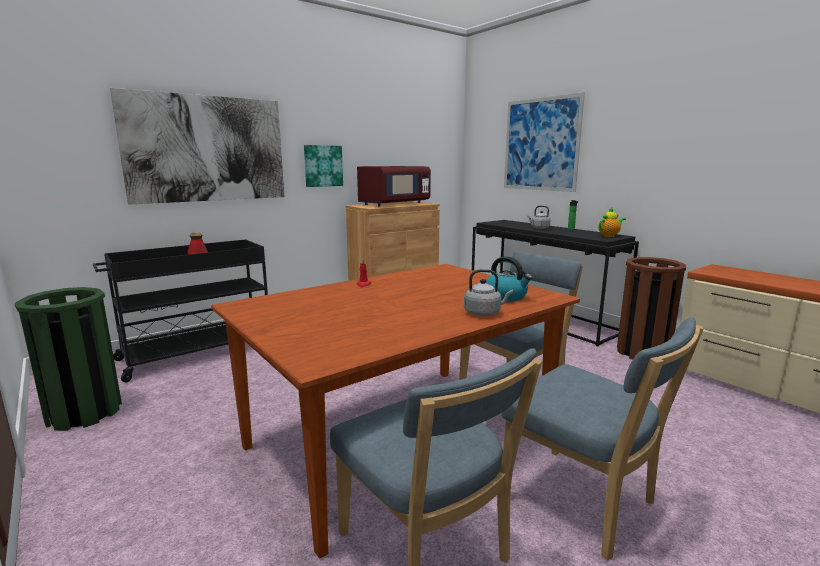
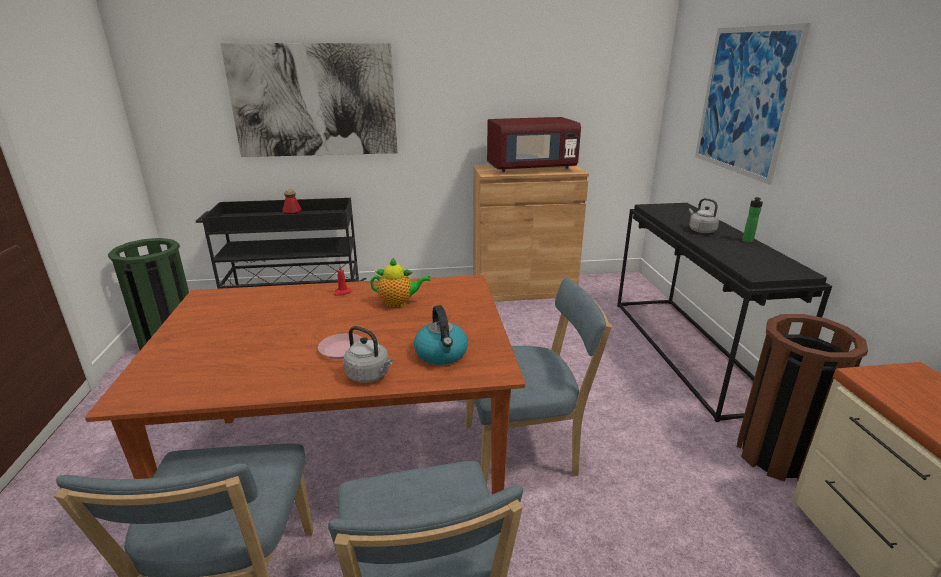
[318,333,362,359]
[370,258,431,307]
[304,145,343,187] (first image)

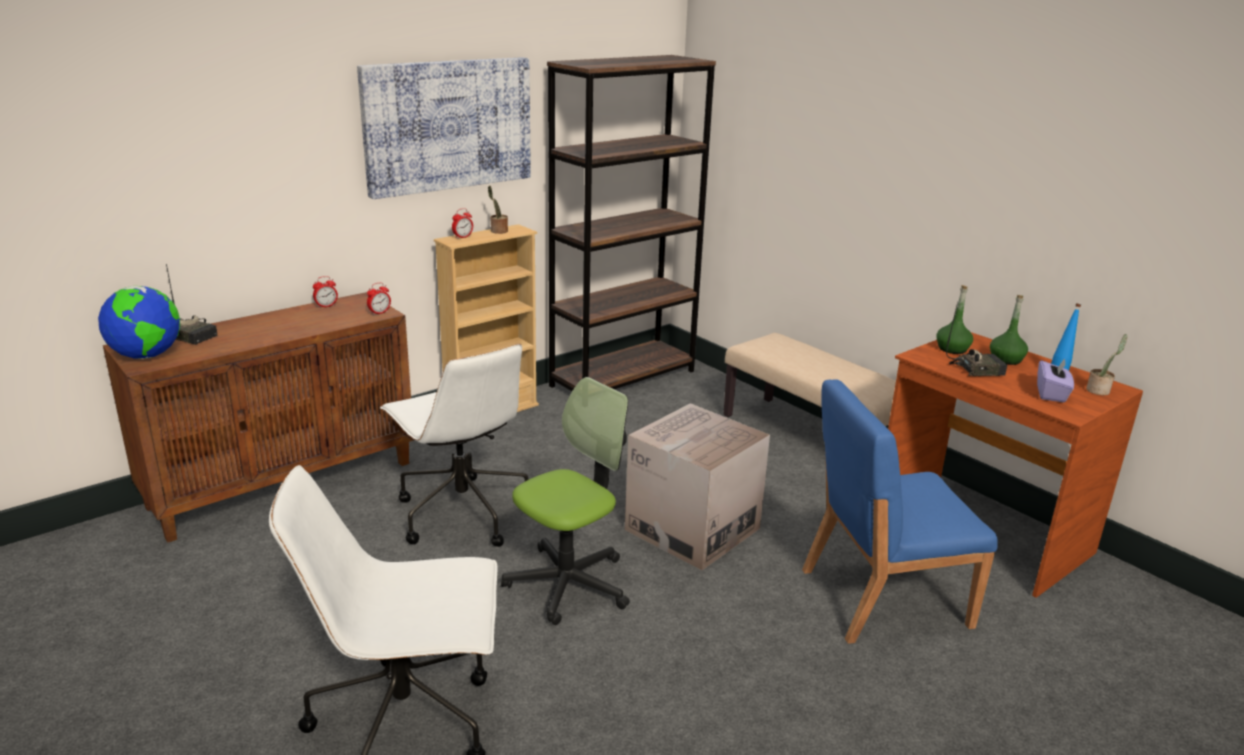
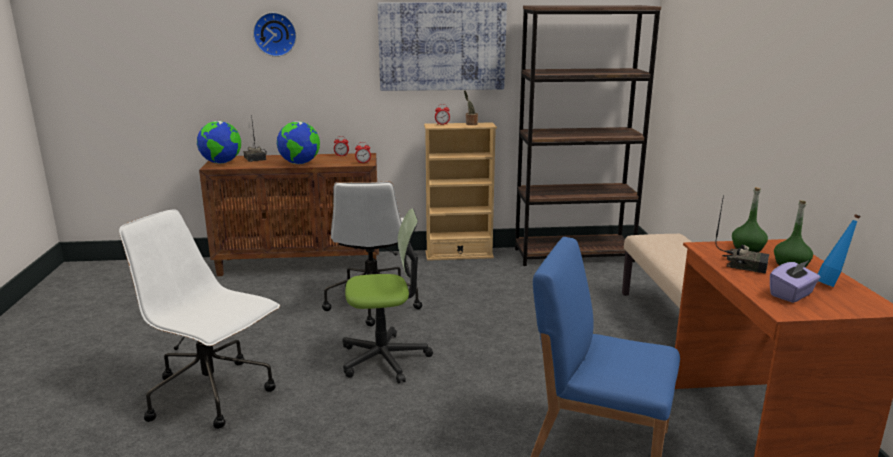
[253,12,297,57]
[277,121,320,164]
[625,403,770,570] (first image)
[1086,334,1127,395] (first image)

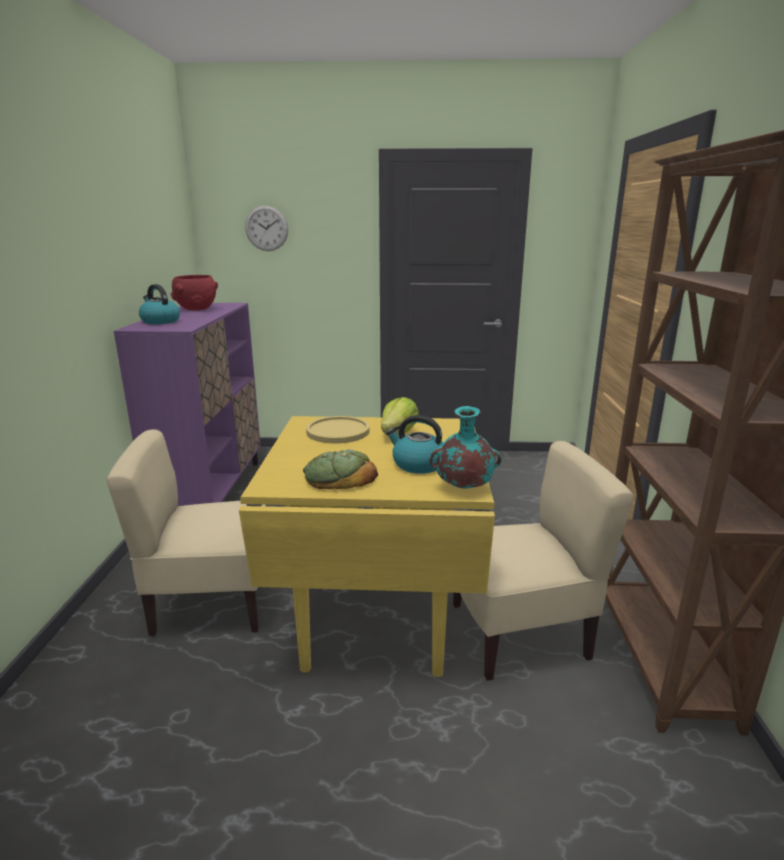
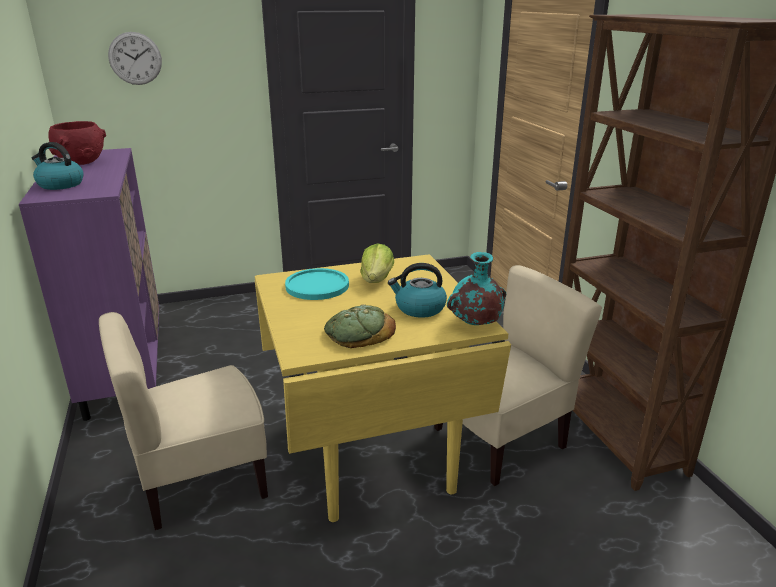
[285,268,349,300]

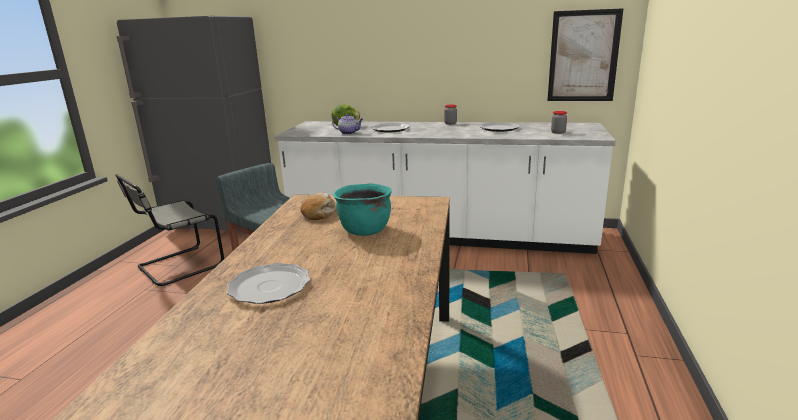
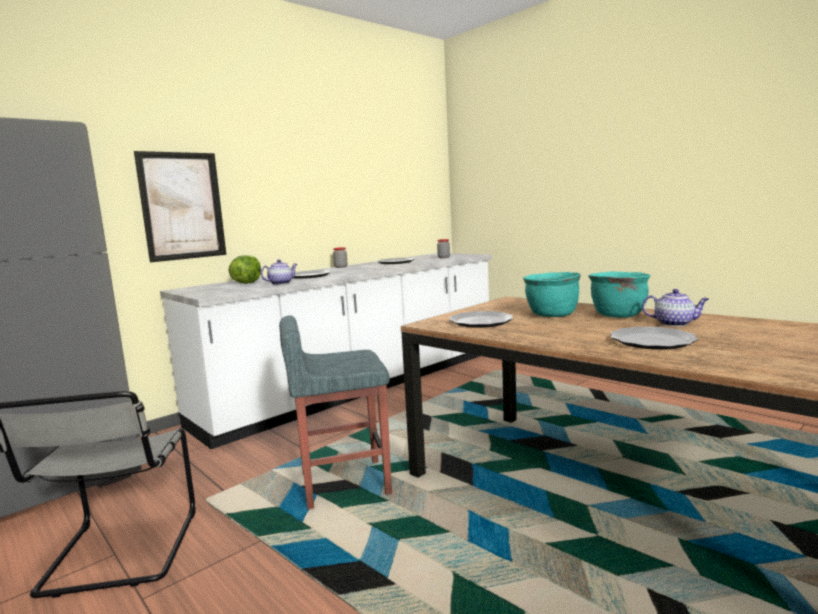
[134,151,226,262]
[449,311,513,328]
[588,272,651,318]
[642,289,709,327]

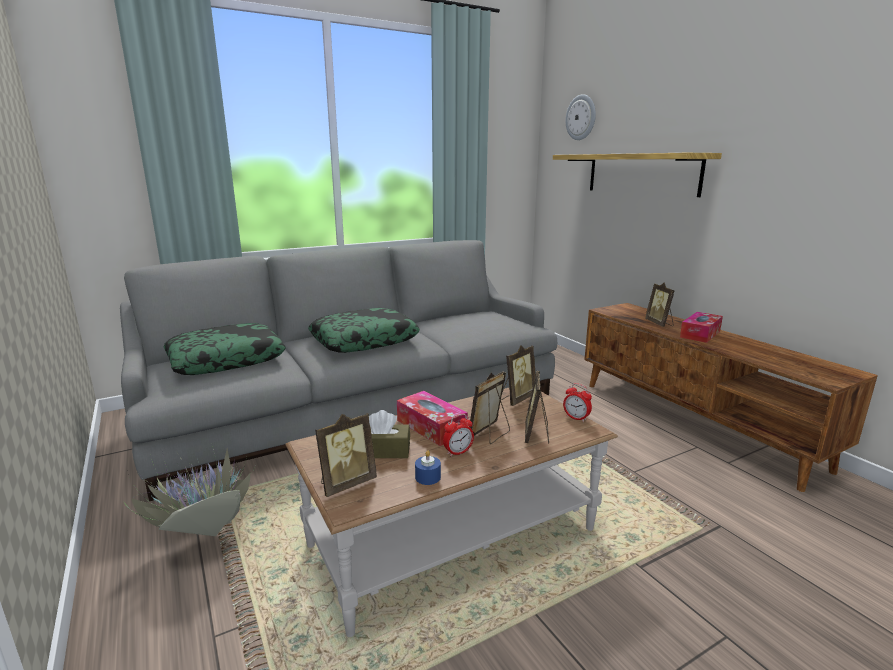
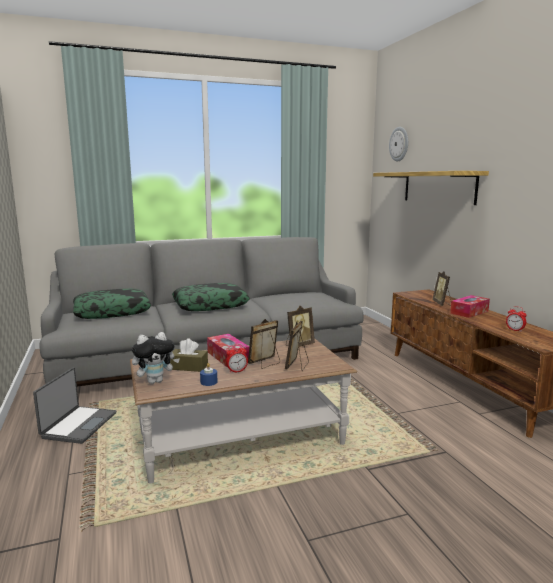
[33,368,116,444]
[132,332,180,384]
[506,306,527,332]

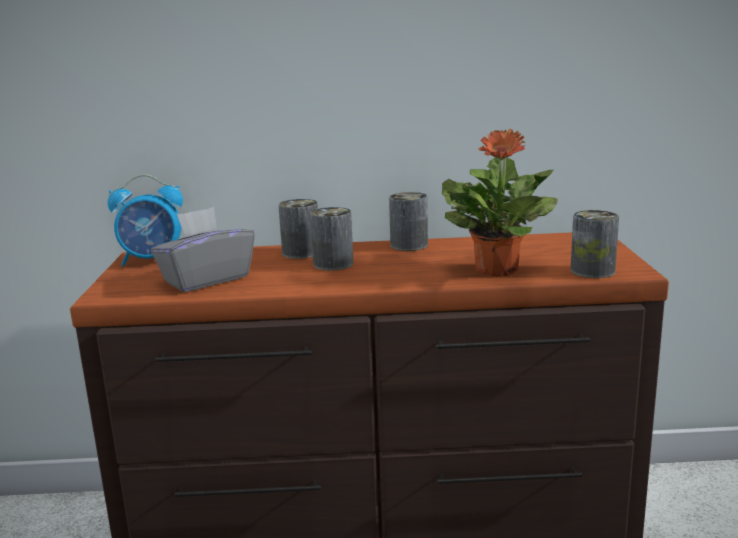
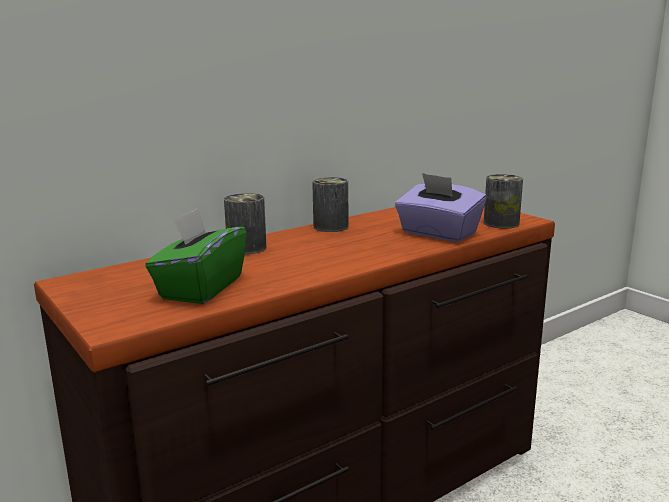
[145,208,247,304]
[395,173,486,242]
[108,174,183,267] (first image)
[310,207,354,271] (first image)

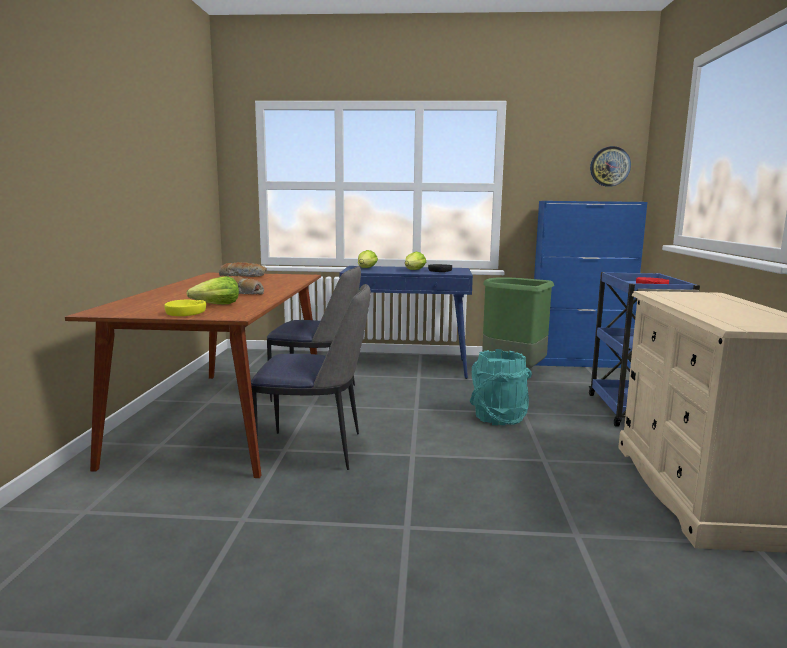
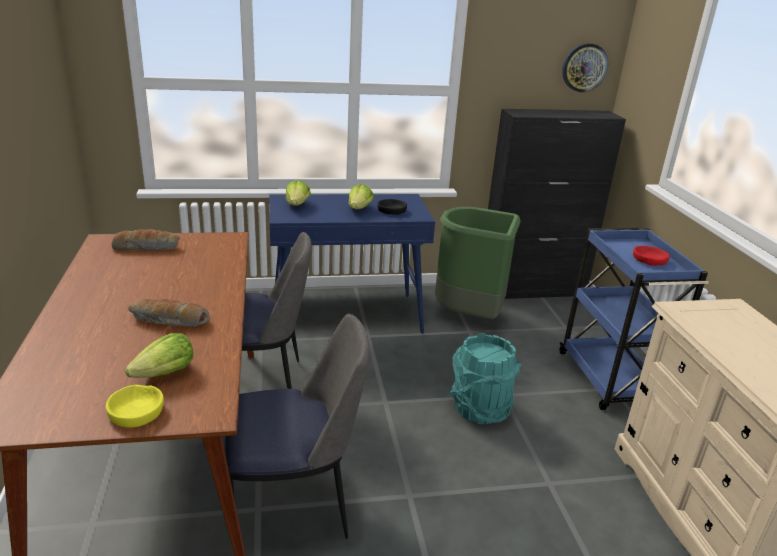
[488,109,626,299]

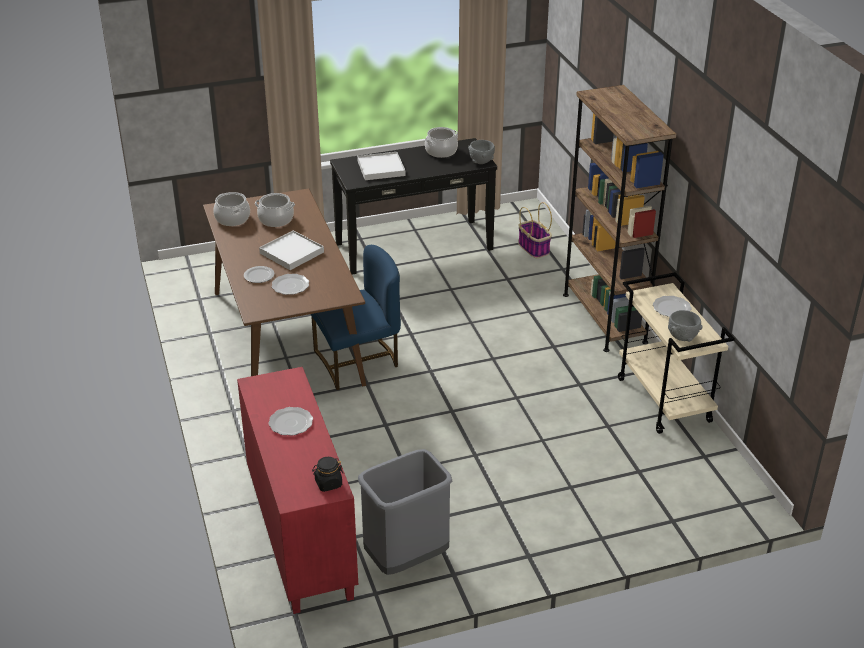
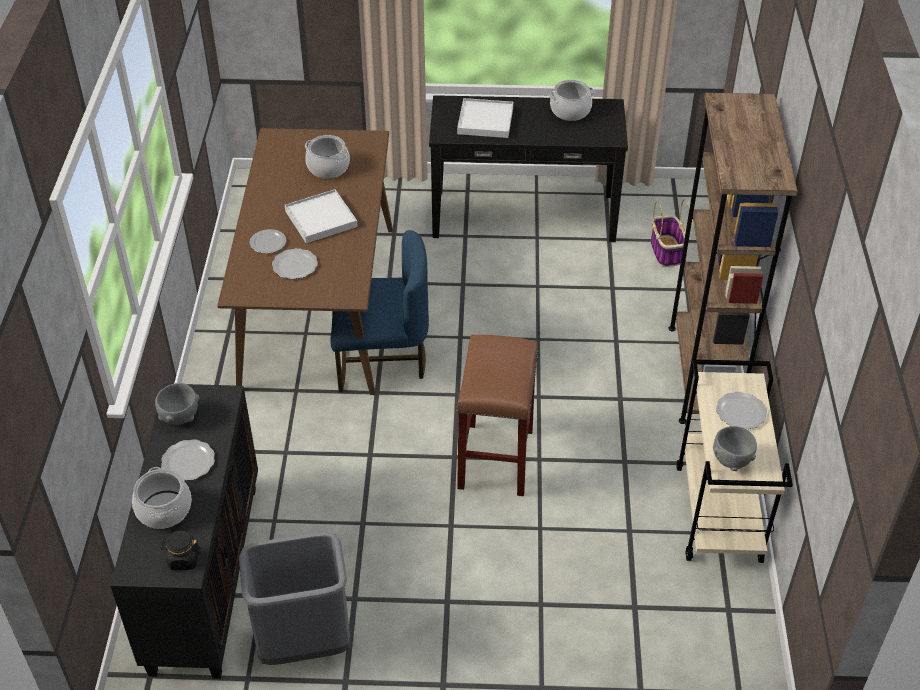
[110,384,258,679]
[132,467,192,529]
[155,383,200,425]
[456,335,538,496]

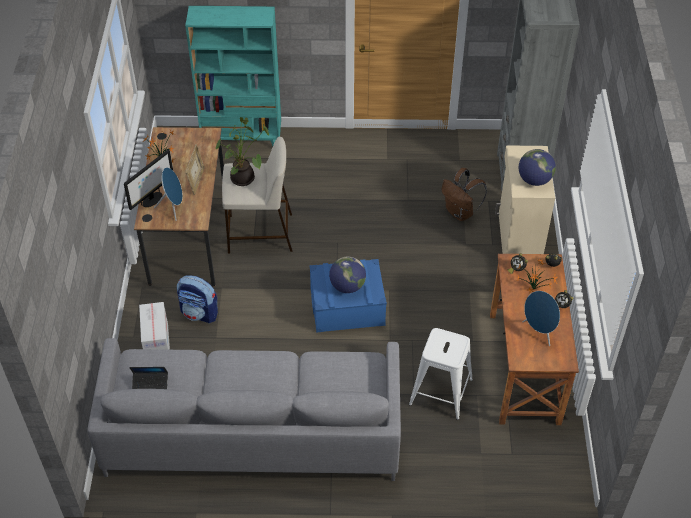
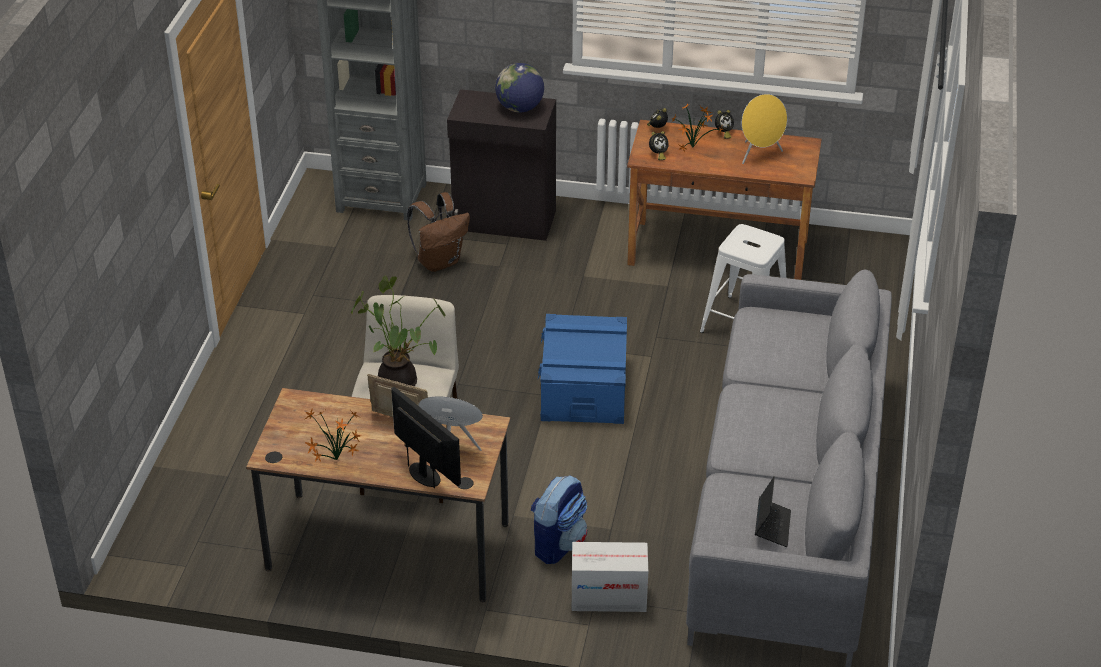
[447,89,556,241]
[742,94,787,164]
[185,6,281,146] (first image)
[329,257,366,293] (first image)

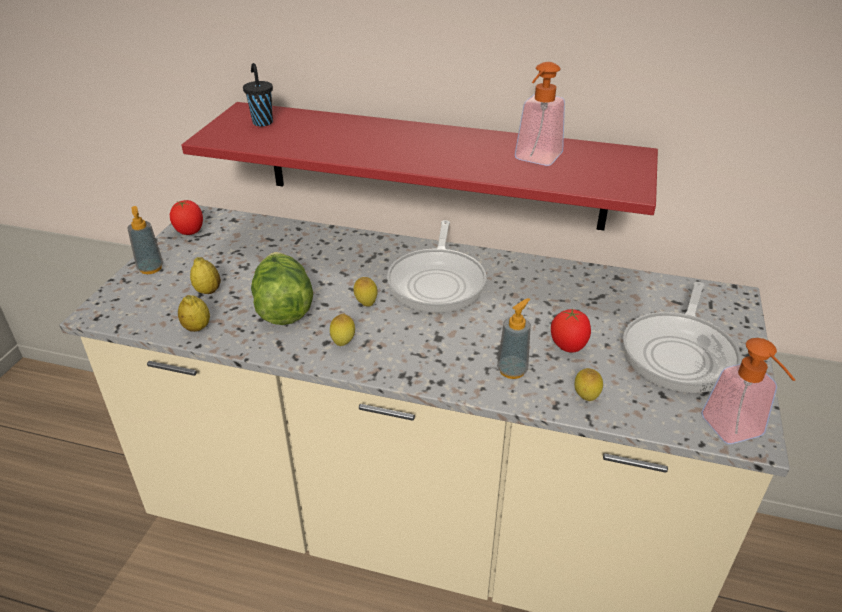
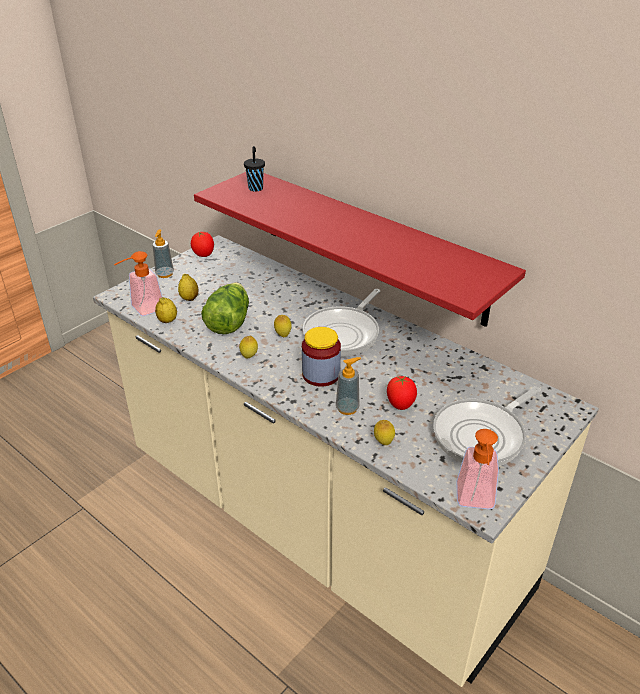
[114,251,162,316]
[302,327,341,387]

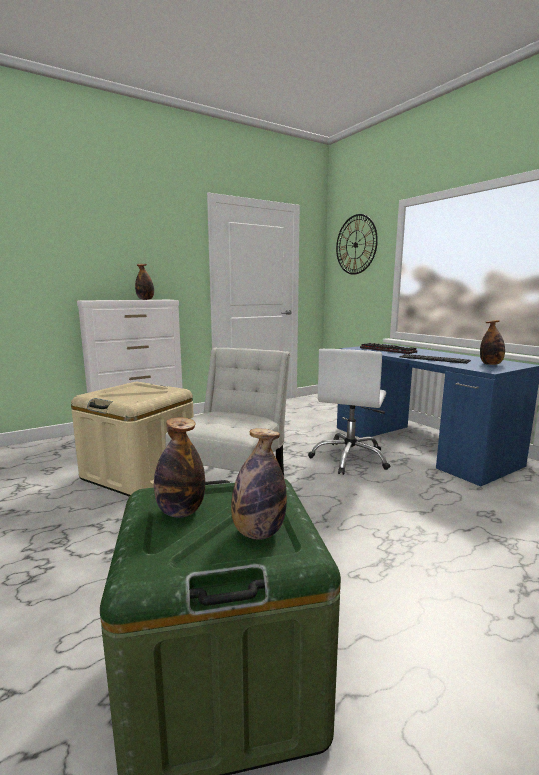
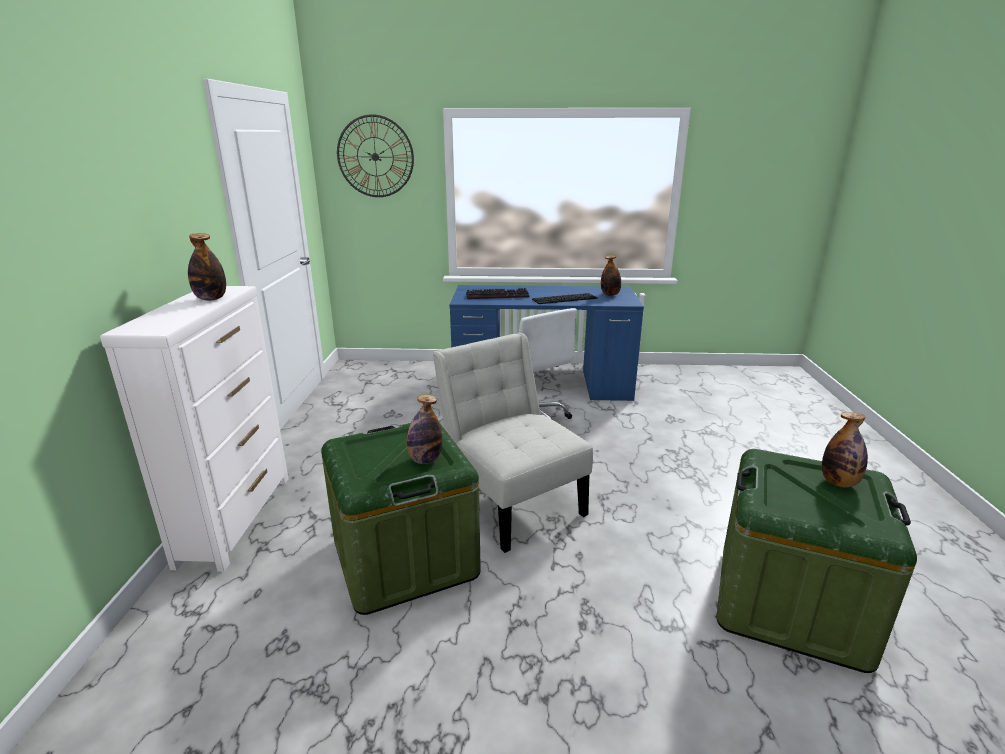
[321,423,481,615]
[407,394,442,464]

